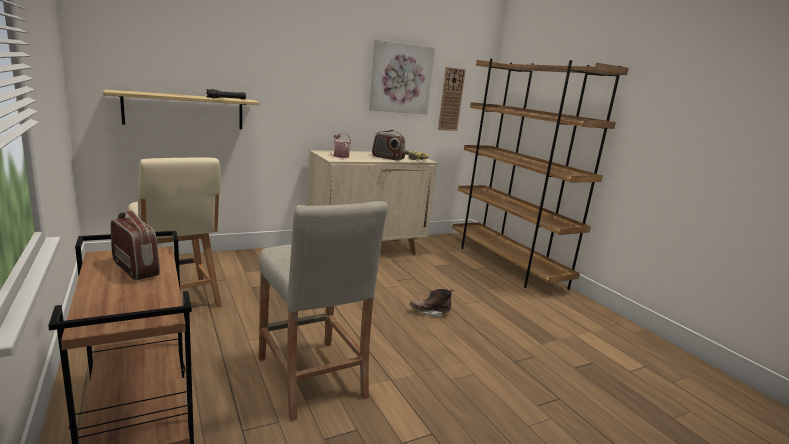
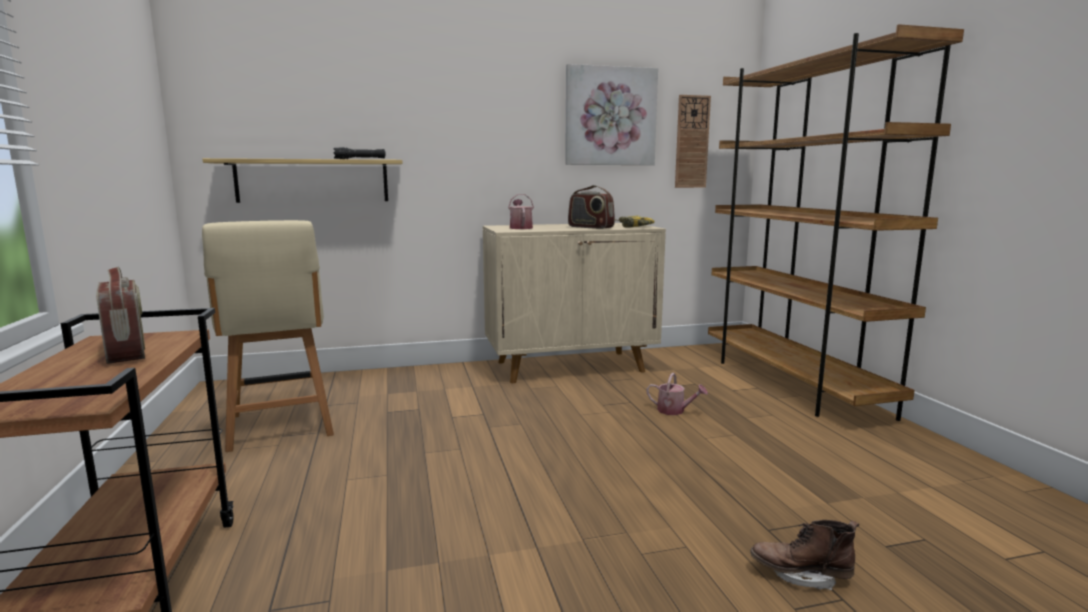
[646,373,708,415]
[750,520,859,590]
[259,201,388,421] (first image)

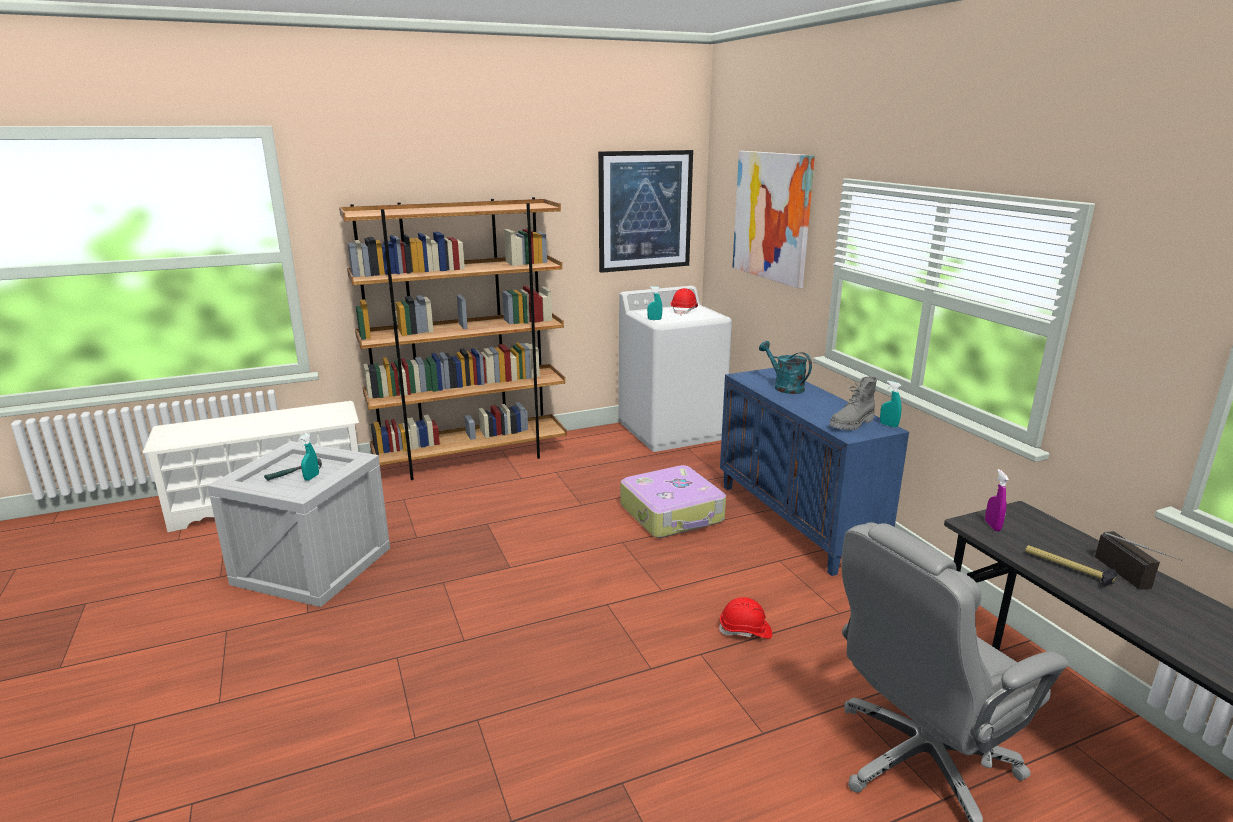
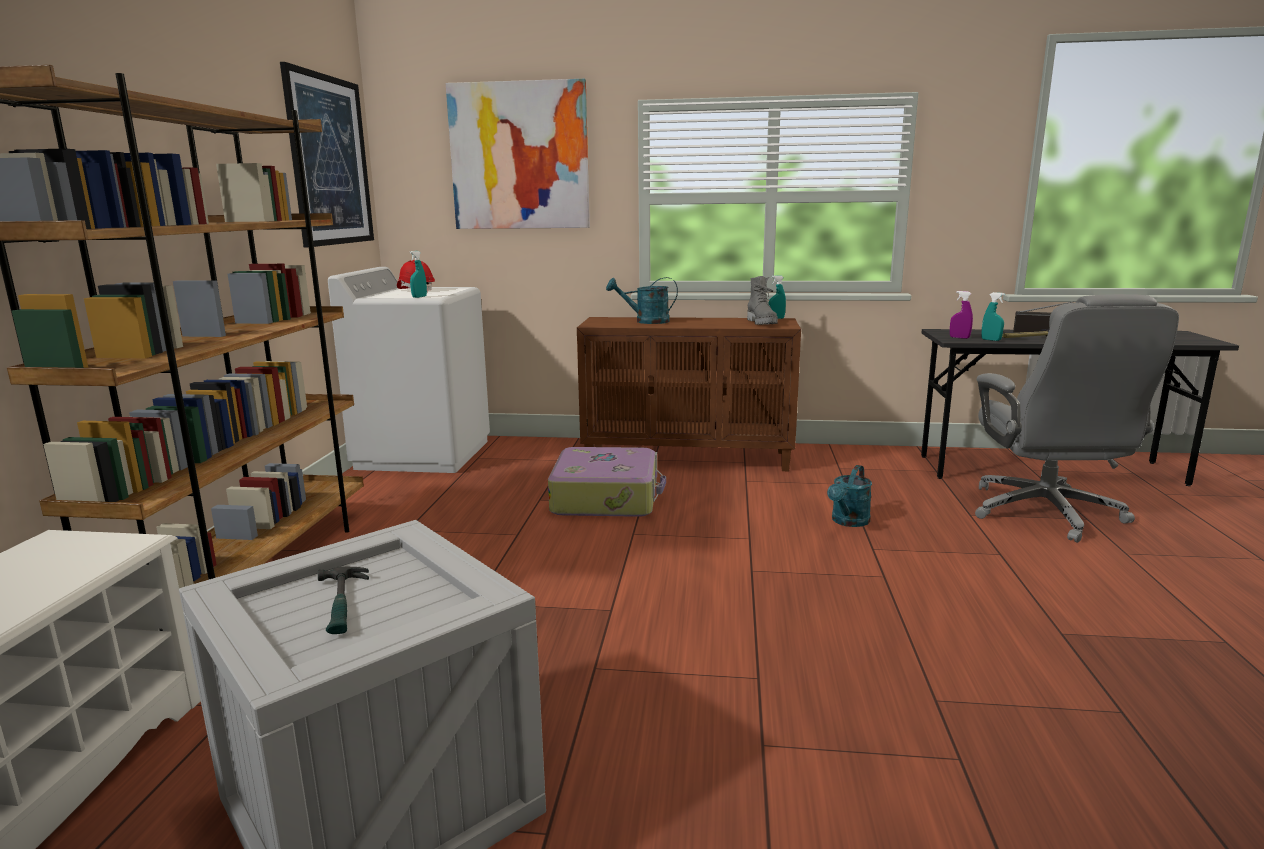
[577,317,801,471]
[827,465,872,527]
[982,292,1005,341]

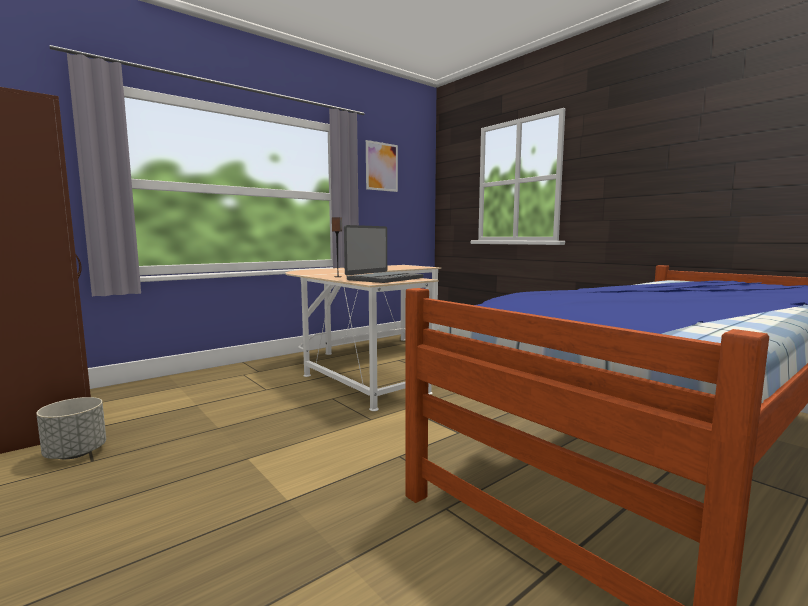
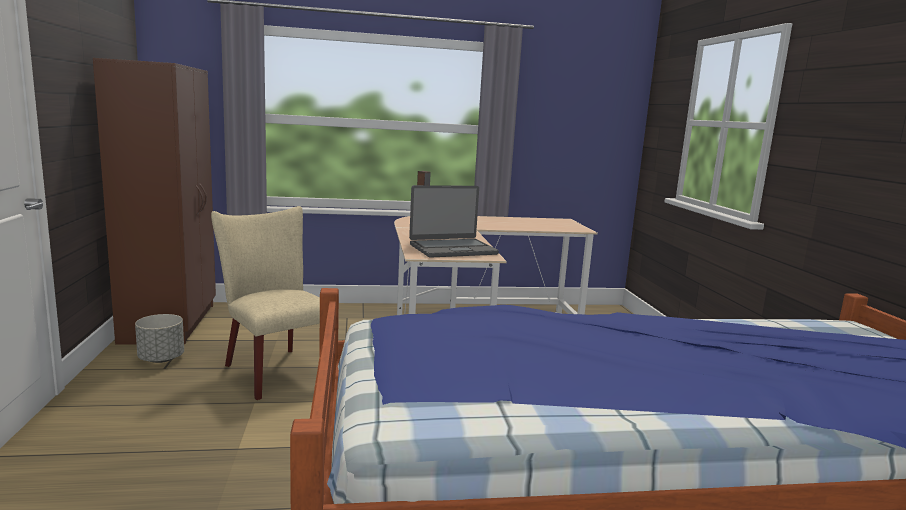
[211,206,320,400]
[366,140,398,192] (first image)

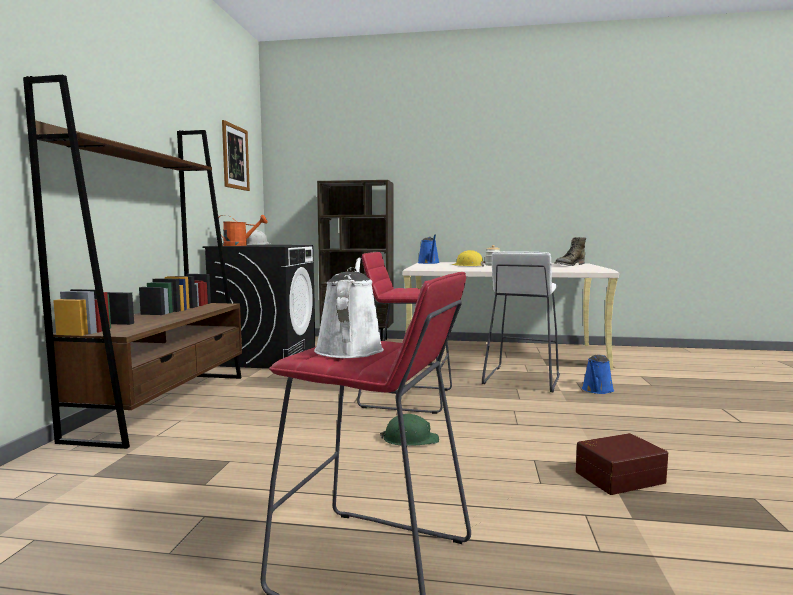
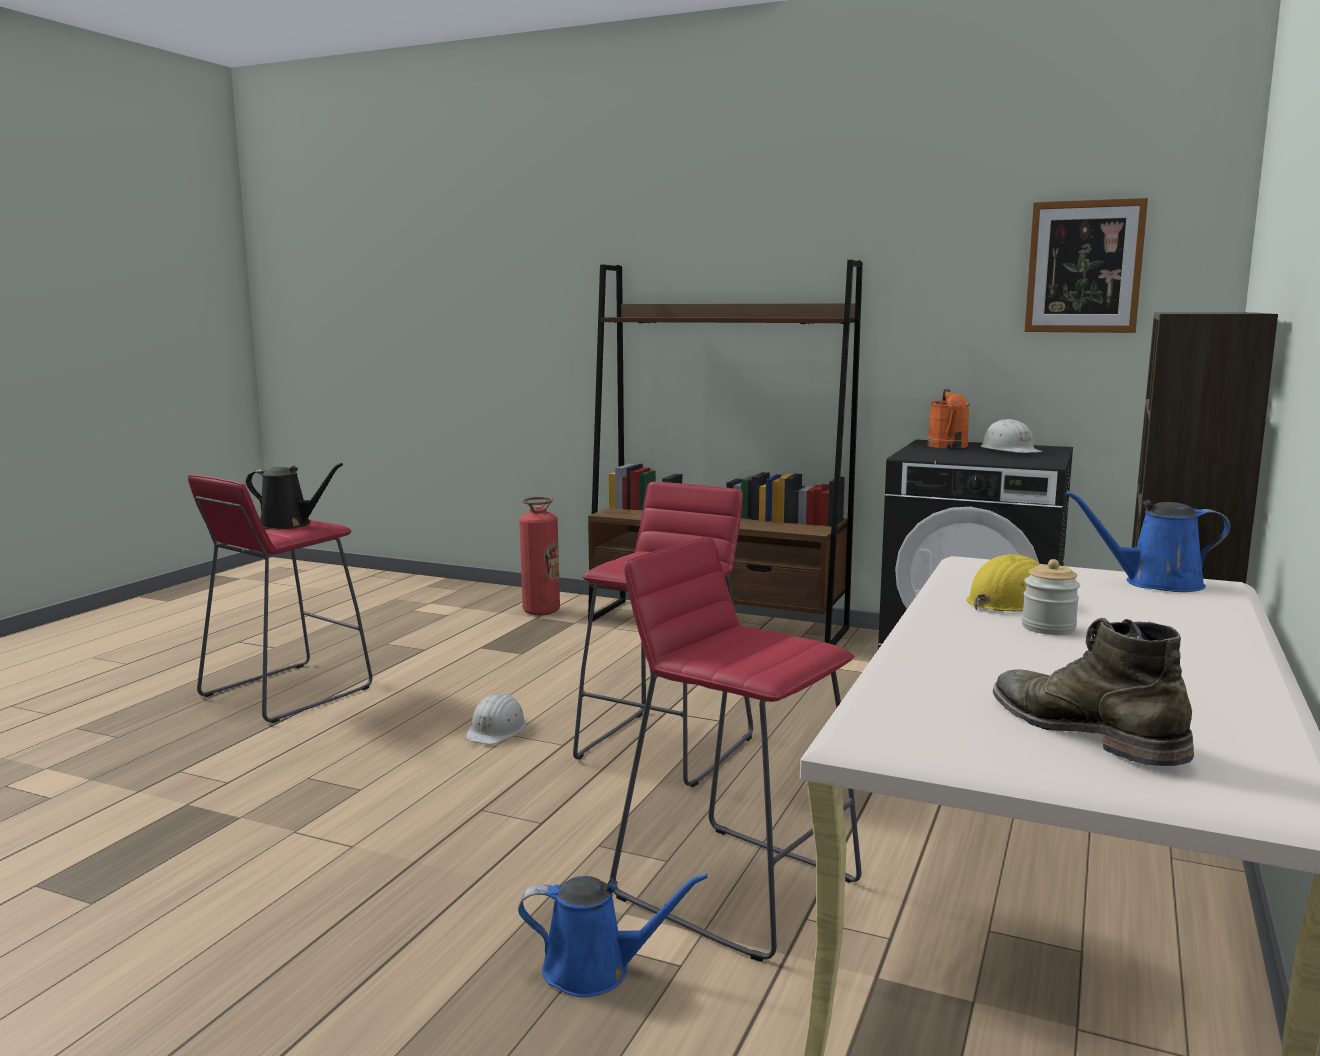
[246,463,343,529]
[465,693,527,744]
[518,873,708,997]
[519,497,560,615]
[610,537,862,962]
[576,433,668,495] (first image)

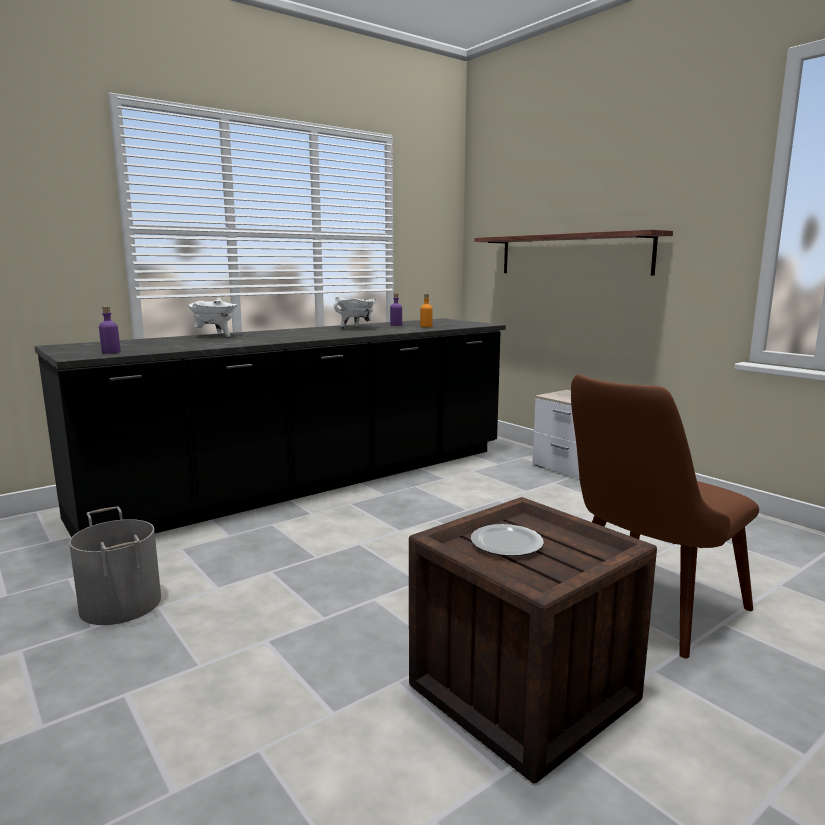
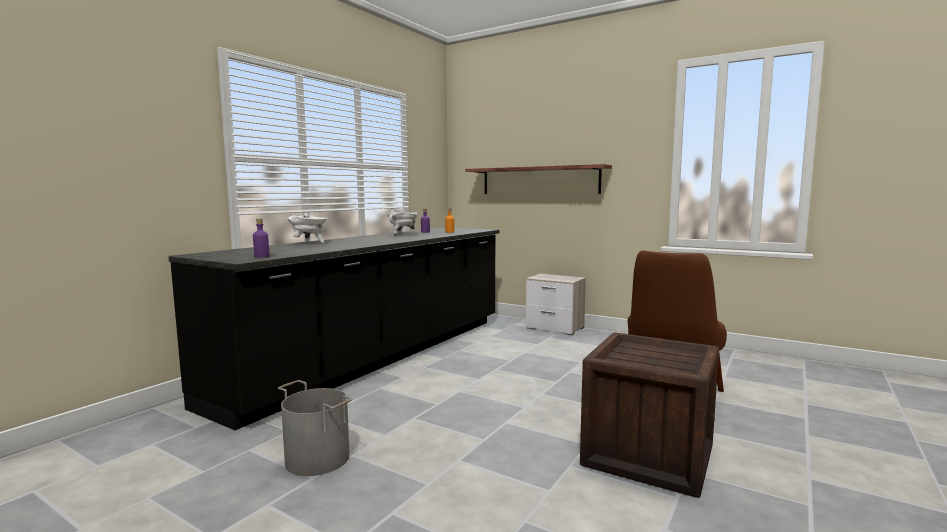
[471,524,544,556] (first image)

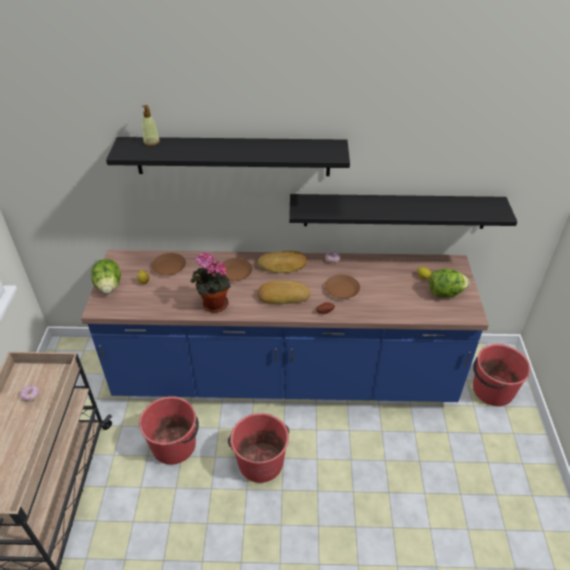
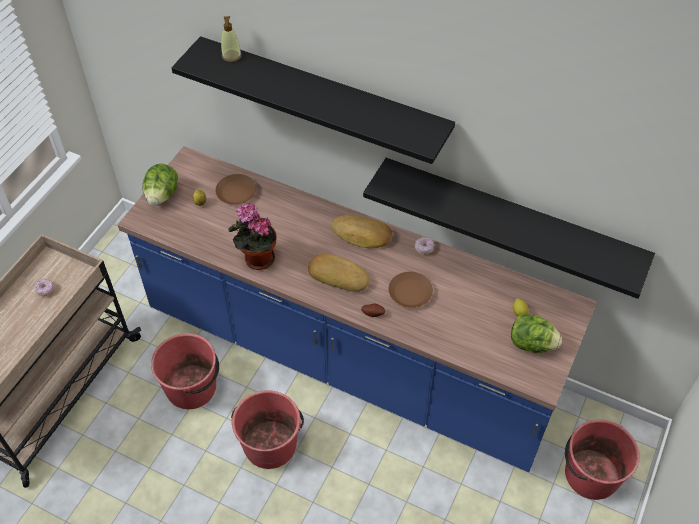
[223,258,253,281] (first image)

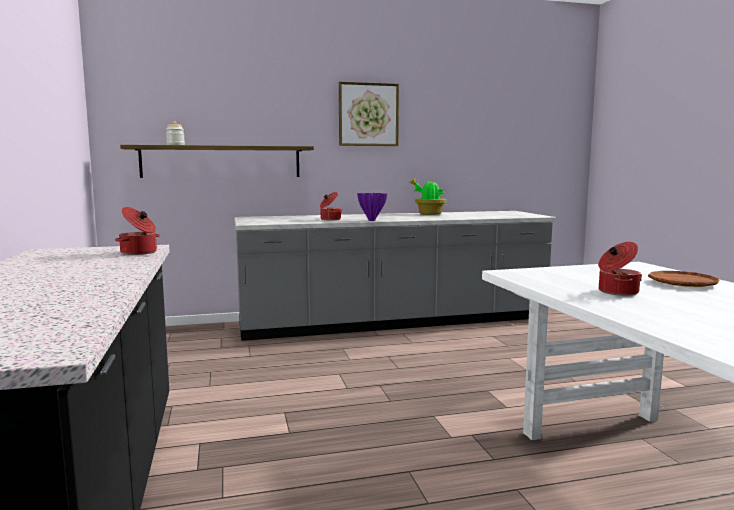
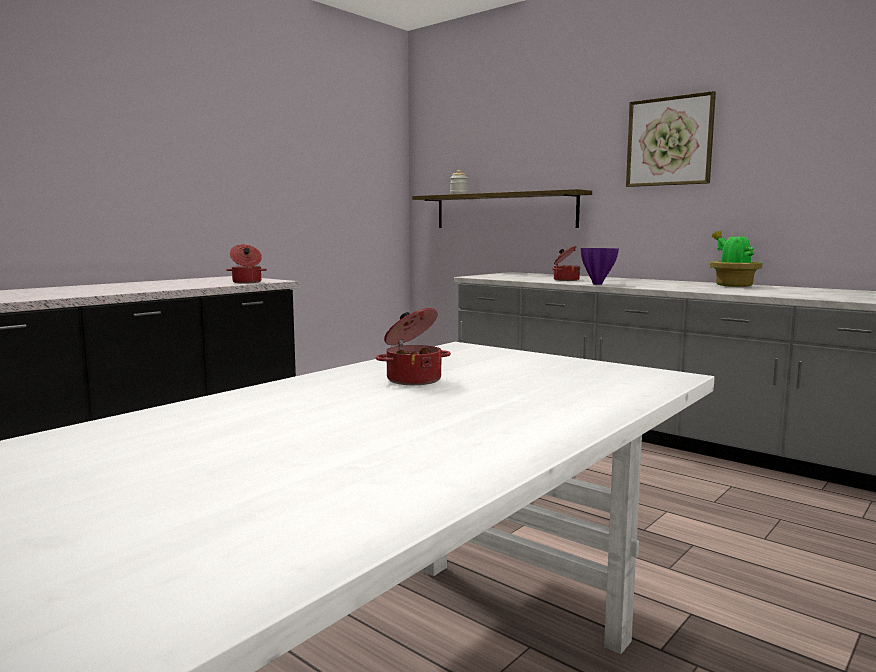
[648,271,719,287] (first image)

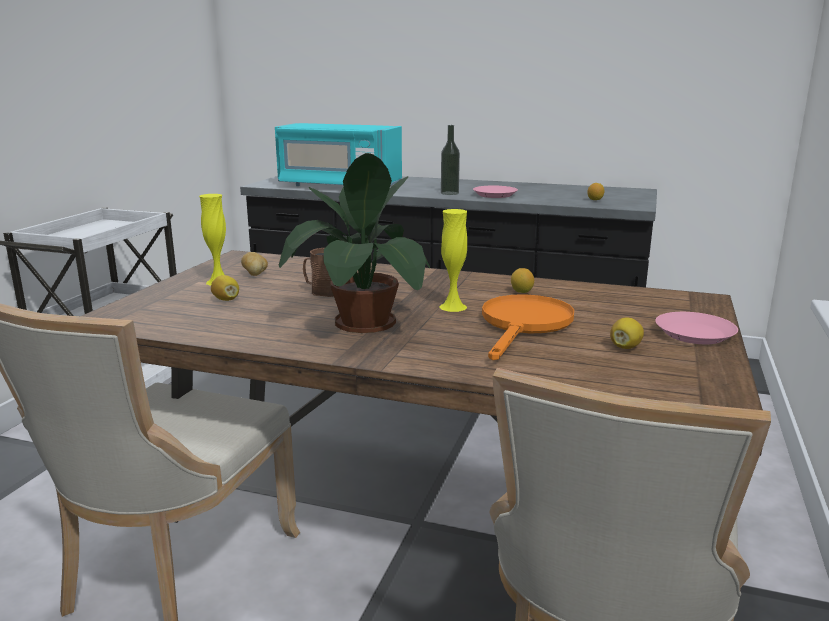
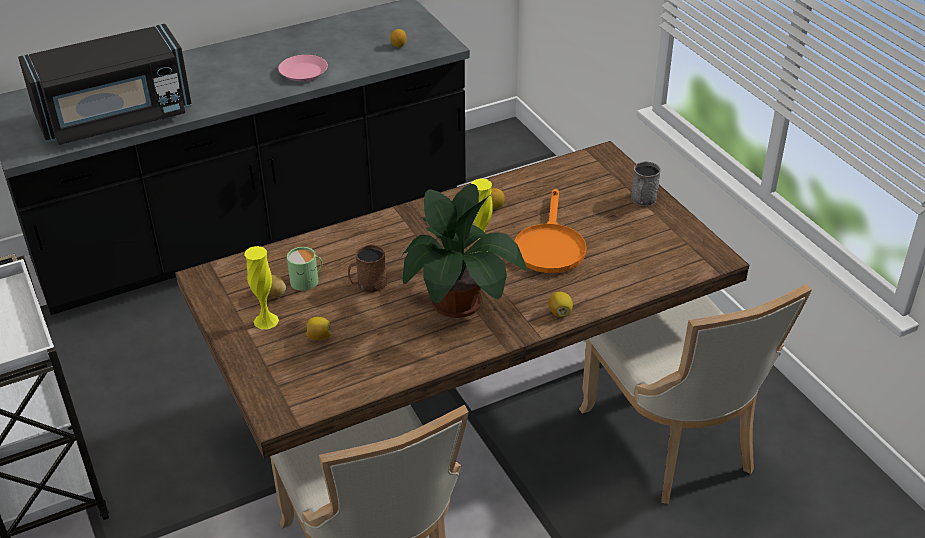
[18,24,192,145]
[287,247,323,291]
[515,189,586,273]
[548,292,573,317]
[631,161,661,206]
[441,125,460,195] (first image)

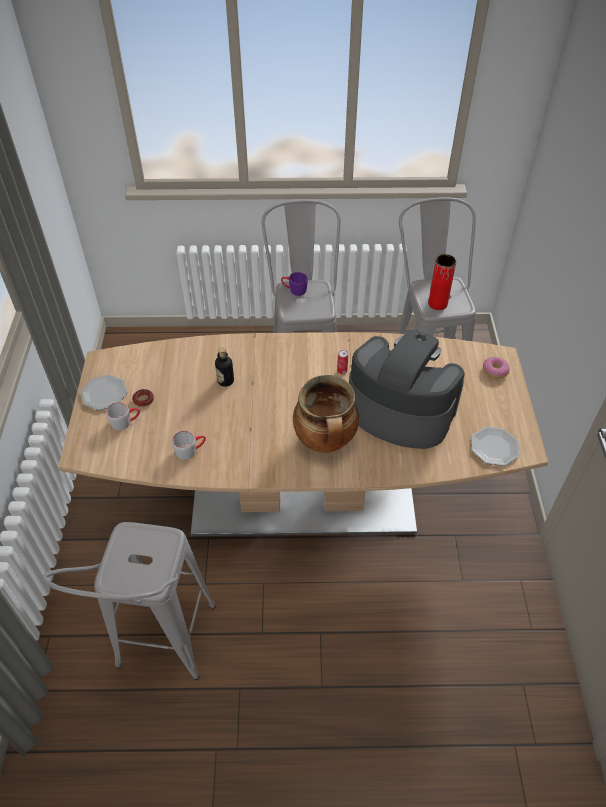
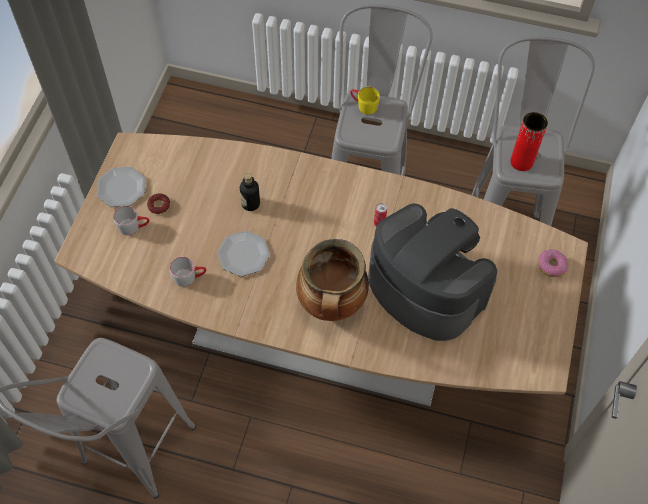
[217,231,270,277]
[350,87,380,115]

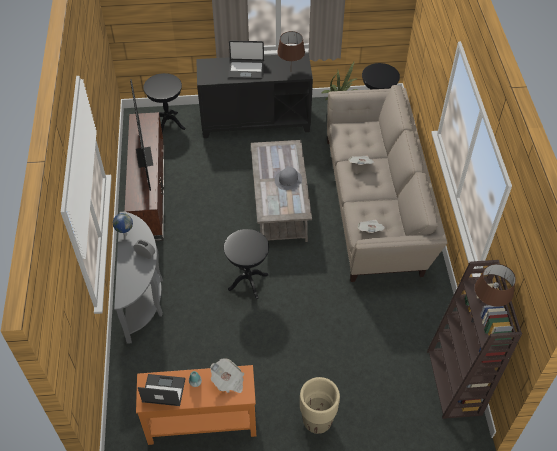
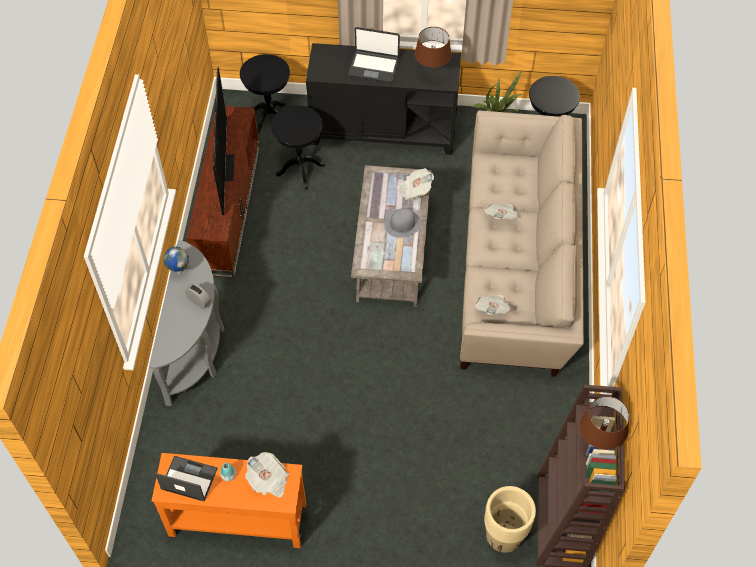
[271,105,325,190]
[397,168,434,200]
[484,486,536,553]

